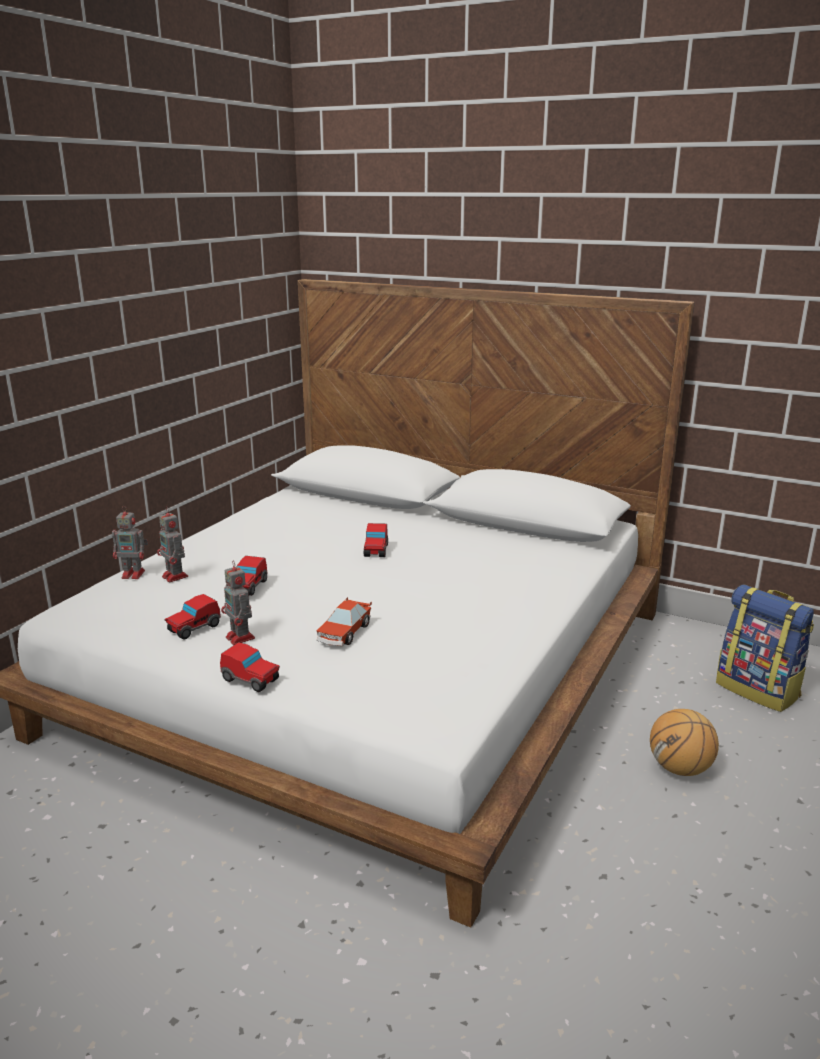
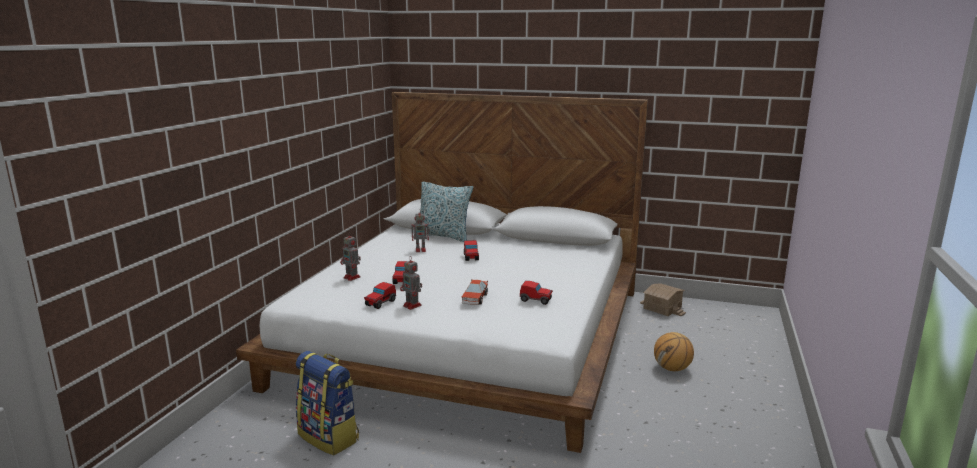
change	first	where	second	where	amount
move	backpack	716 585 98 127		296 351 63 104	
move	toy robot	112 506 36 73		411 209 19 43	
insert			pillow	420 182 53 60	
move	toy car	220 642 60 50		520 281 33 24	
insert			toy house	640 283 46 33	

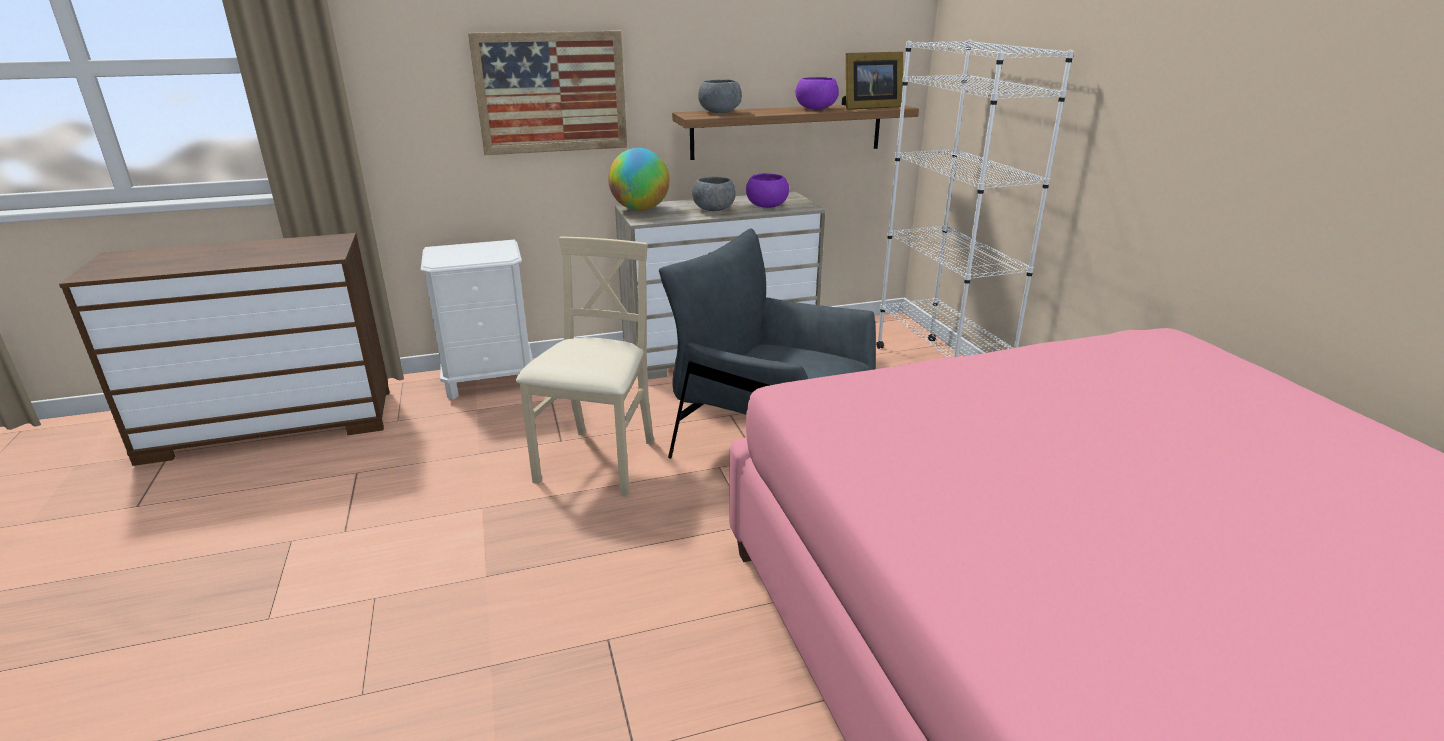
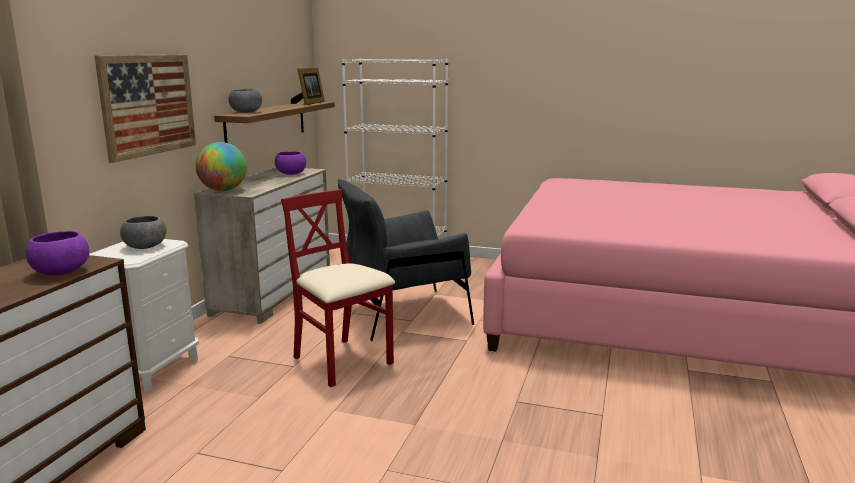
change	first	where	second	where	amount
move	purple bowl	796 77 43 33		26 231 63 45	
move	grey bowl	692 177 44 34		120 216 47 33	
recolor	beige chair	516 237 138 260	red chair	281 189 114 198	

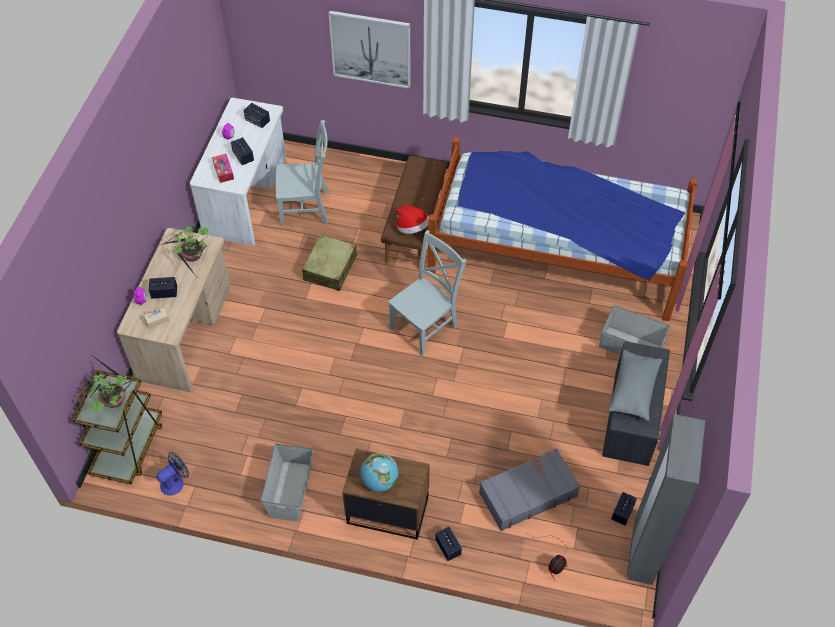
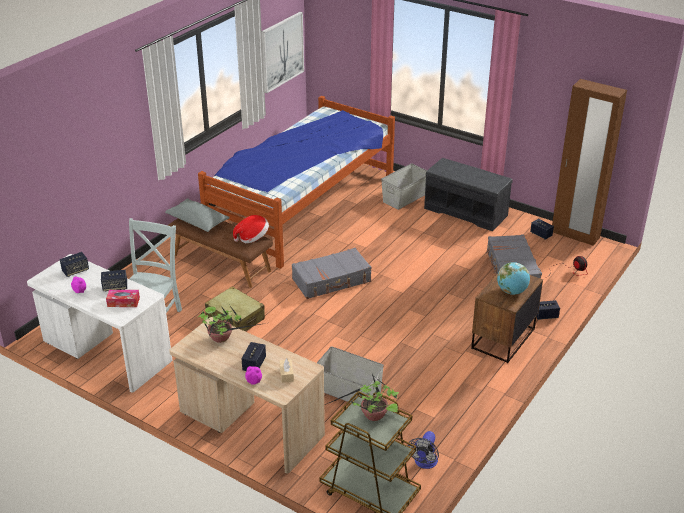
change	first	where	second	where	amount
move	grey pillow	609 350 53 71		165 198 65 34	
move	picture	328 11 83 78		262 12 42 81	
replace	grey chair	388 230 78 126	grey suitcase	292 248 79 51	
move	grey storage box	261 444 52 78		317 347 67 56	
rotate	fan	157 452 32 44		408 431 31 38	135 degrees counterclockwise
recolor	grey wardrobe	627 415 78 170	brown wardrobe	552 79 75 167	

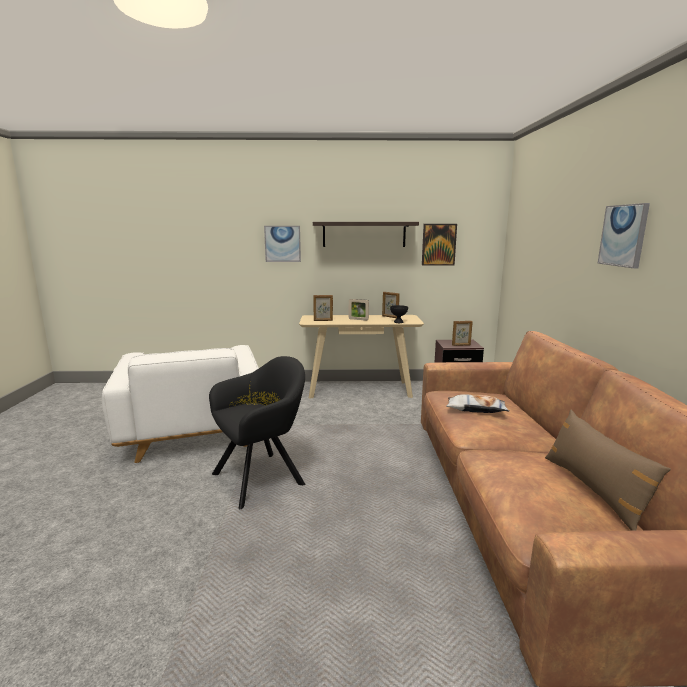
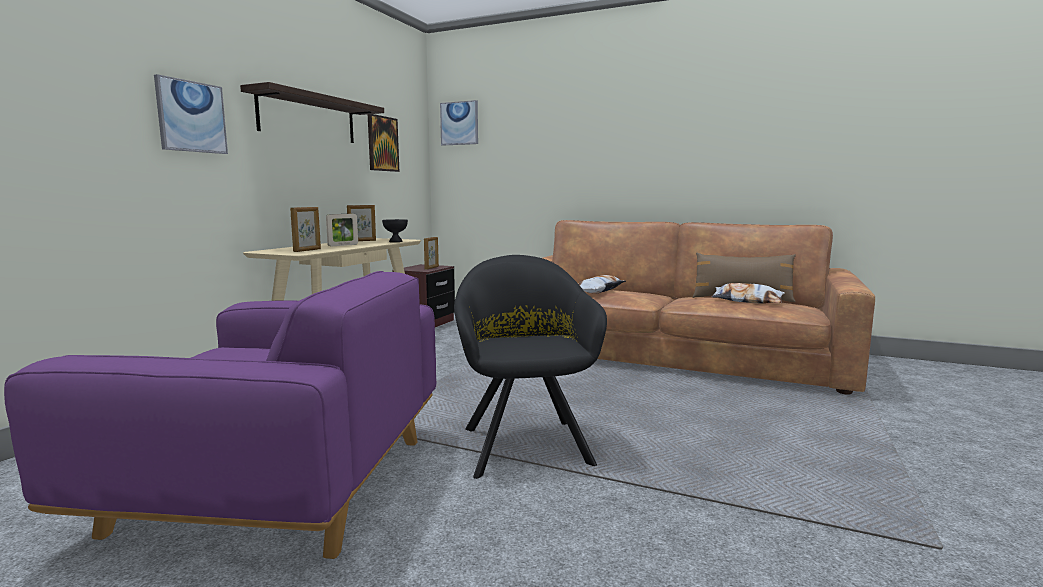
change	first	where	second	where	amount
recolor	white armchair	102 345 157 118	purple armchair	4 271 432 288	
move	picture	598 203 52 66		440 100 38 46	
insert			pillow	712 283 73 21	

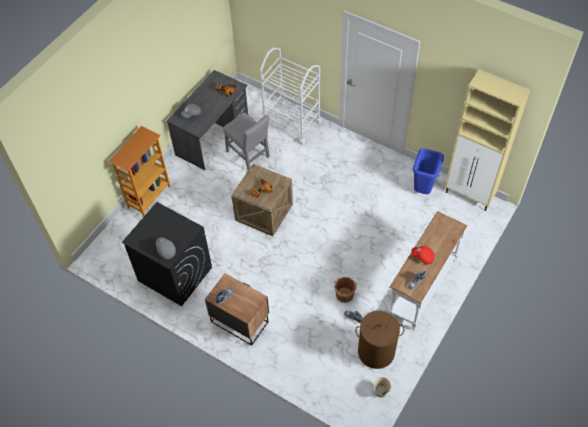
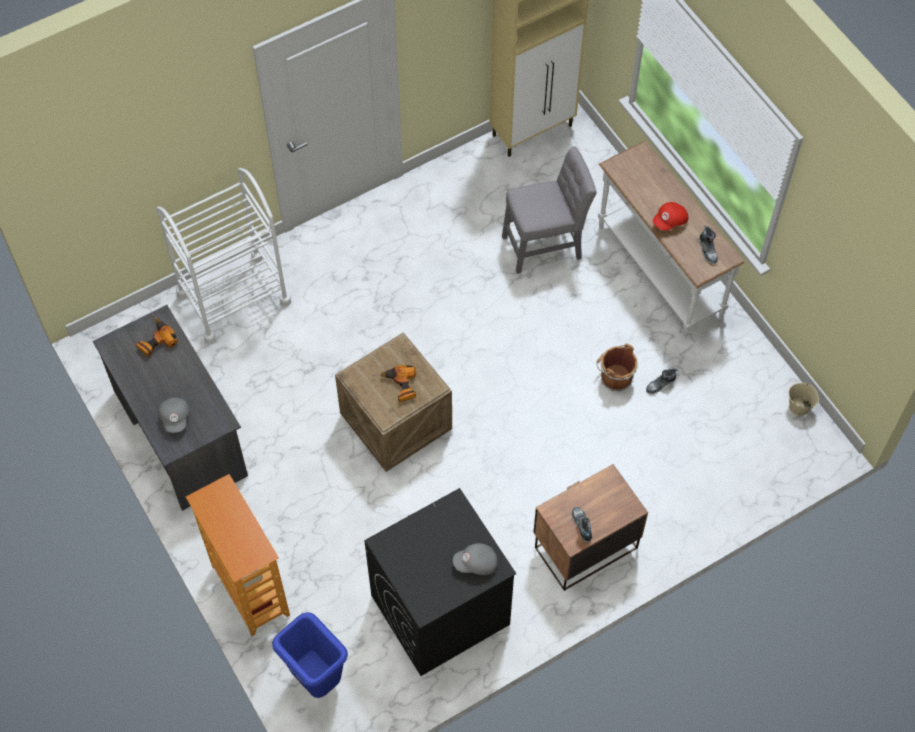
change	first	where	second	where	amount
move	blue trash can	413 148 31 46		272 612 76 86	
move	grey chair	223 112 47 58		502 146 95 128	
delete	brown laundry basket	355 311 49 58			

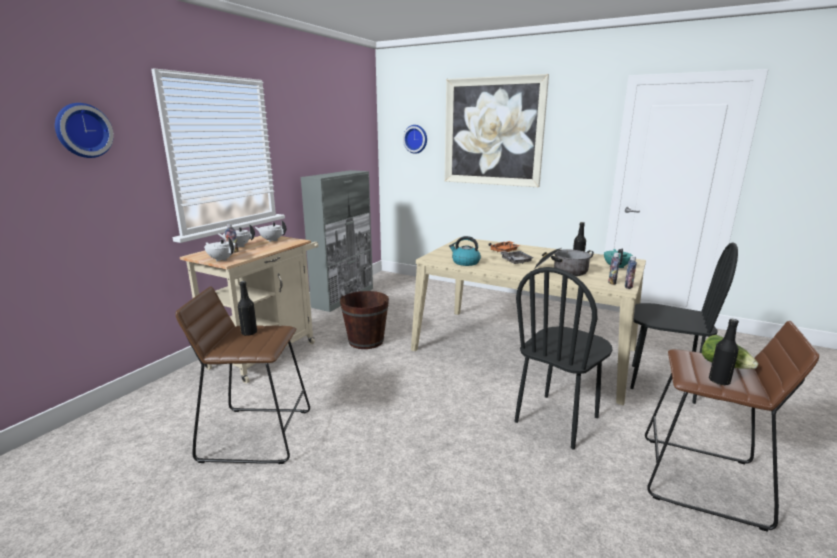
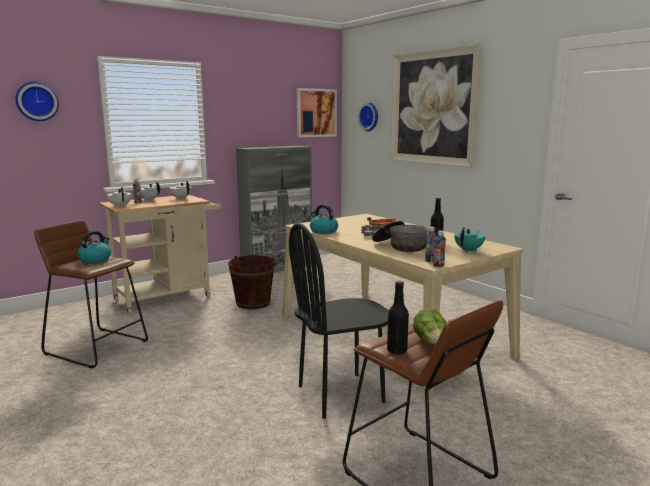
change	first	where	second	where	amount
replace	black bottle	238 281 19 55	kettle	77 231 34 32	
insert			picture	297 88 40 49	
delete	black chair	630 243 108 161			

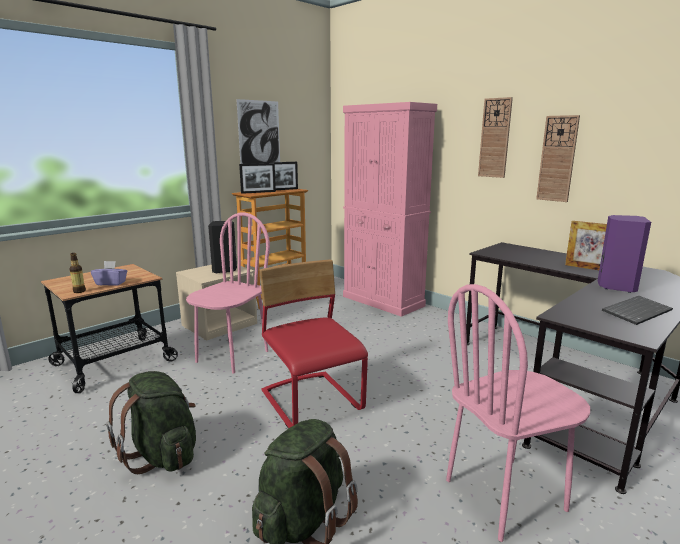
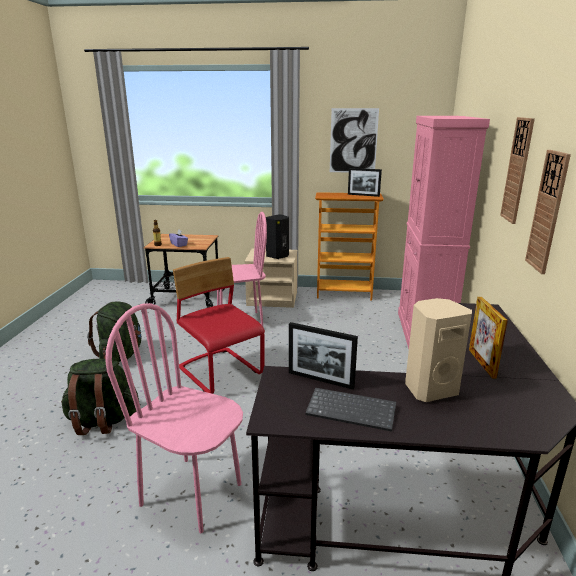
change	first	where	second	where	amount
rotate	red chair	260 260 108 169		173 257 92 137	60 degrees counterclockwise
move	picture frame	239 163 37 31		289 322 69 67	
recolor	purple speaker	598 215 53 78	beige speaker	405 298 67 104	

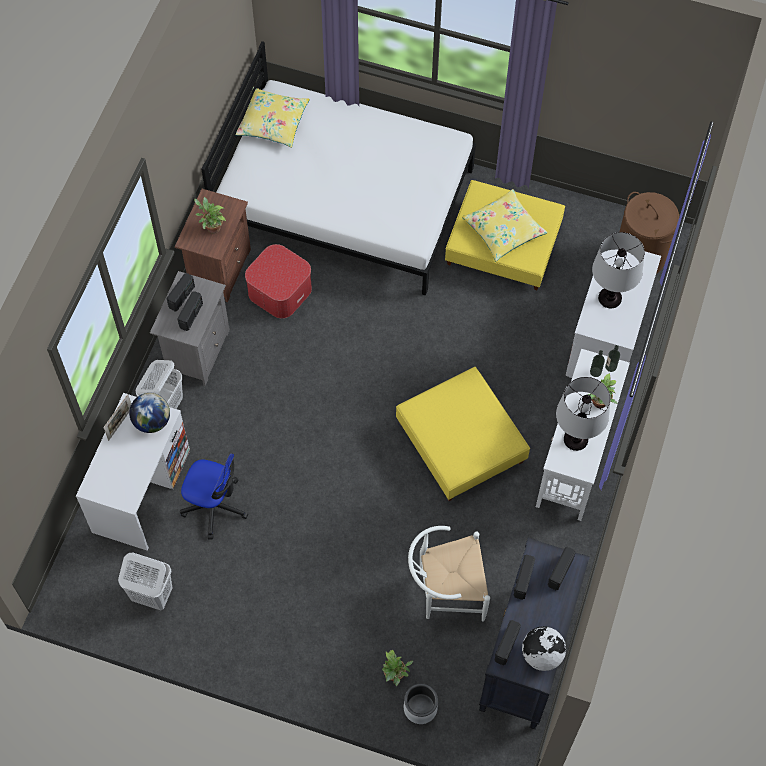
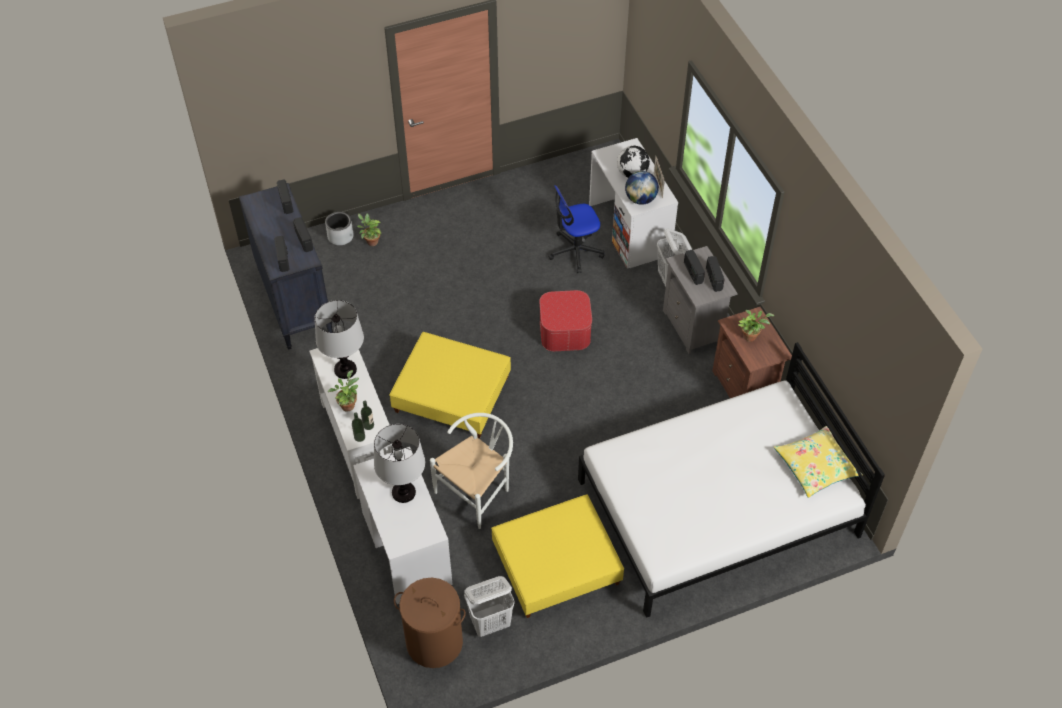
change	first	where	second	where	amount
move	white chair	408 526 82 96		430 413 83 116	
move	white laundry basket	118 553 54 57		464 576 51 61	
move	ottoman	245 244 67 74		539 290 53 61	
move	globe	522 626 44 45		617 145 33 33	
delete	yellow pillow	462 189 85 72			

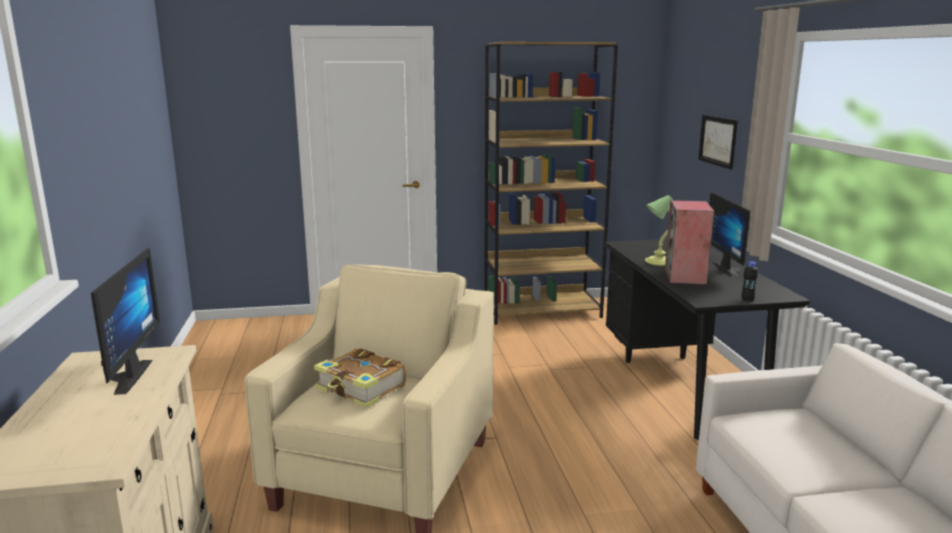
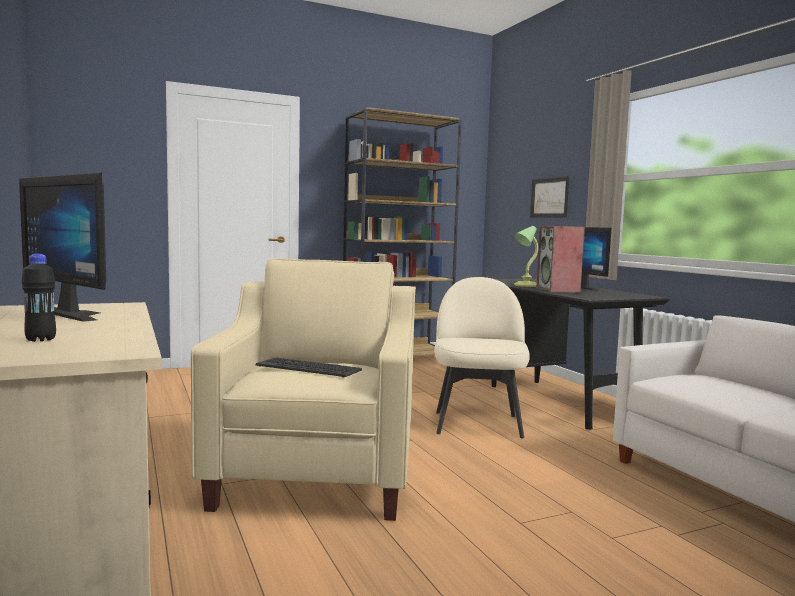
change	first	where	second	where	amount
rotate	monitor	91 248 69 147		19 172 87 150	150 degrees clockwise
move	black bottle	741 261 17 40		21 254 35 88	
replace	book	314 348 92 60	keyboard	255 358 107 20	
insert			beige chair	434 277 96 161	

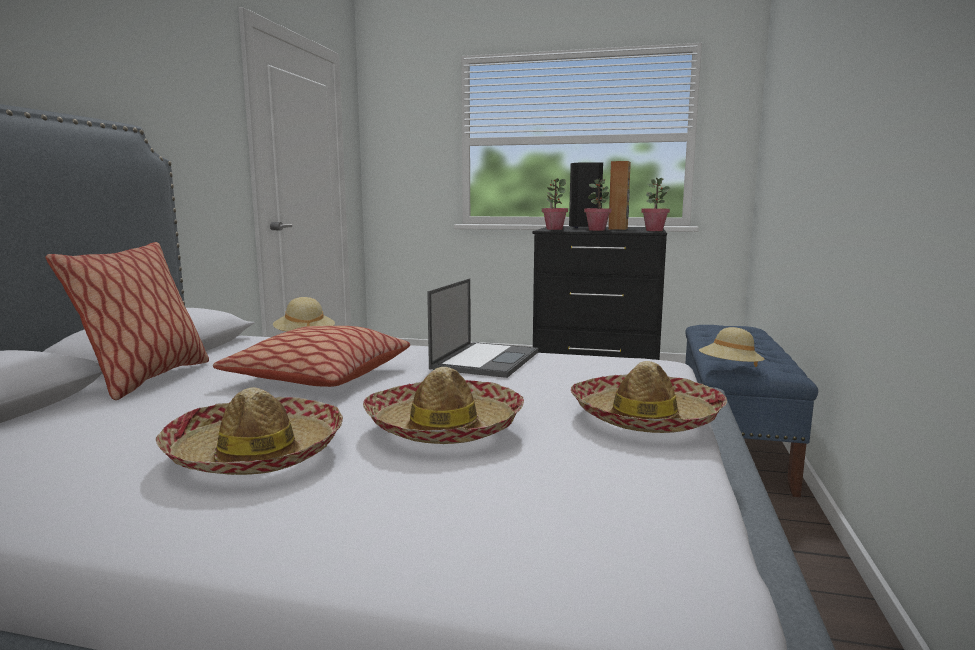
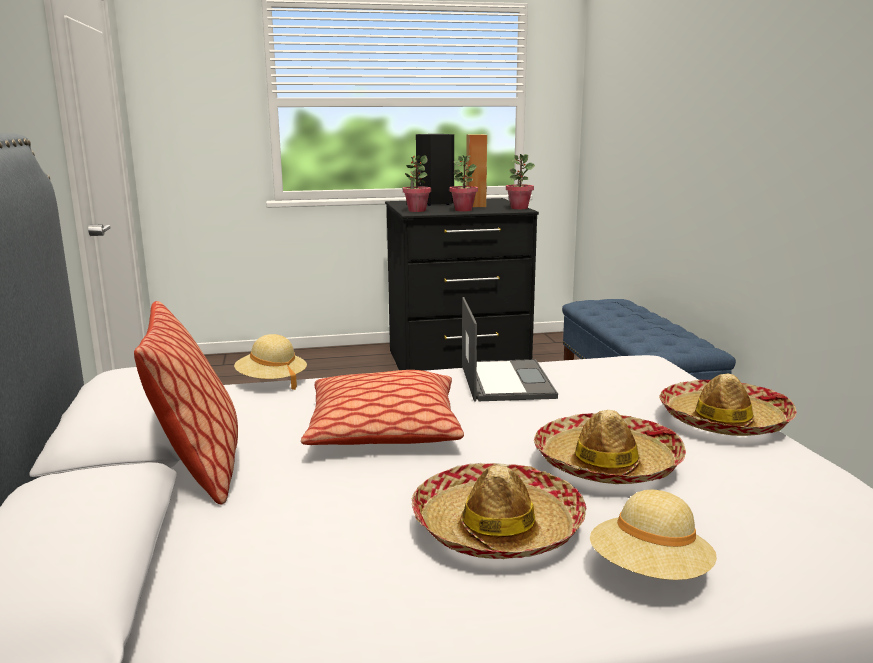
change	first	where	second	where	amount
move	beige hat	699 327 65 40		590 489 127 91	

